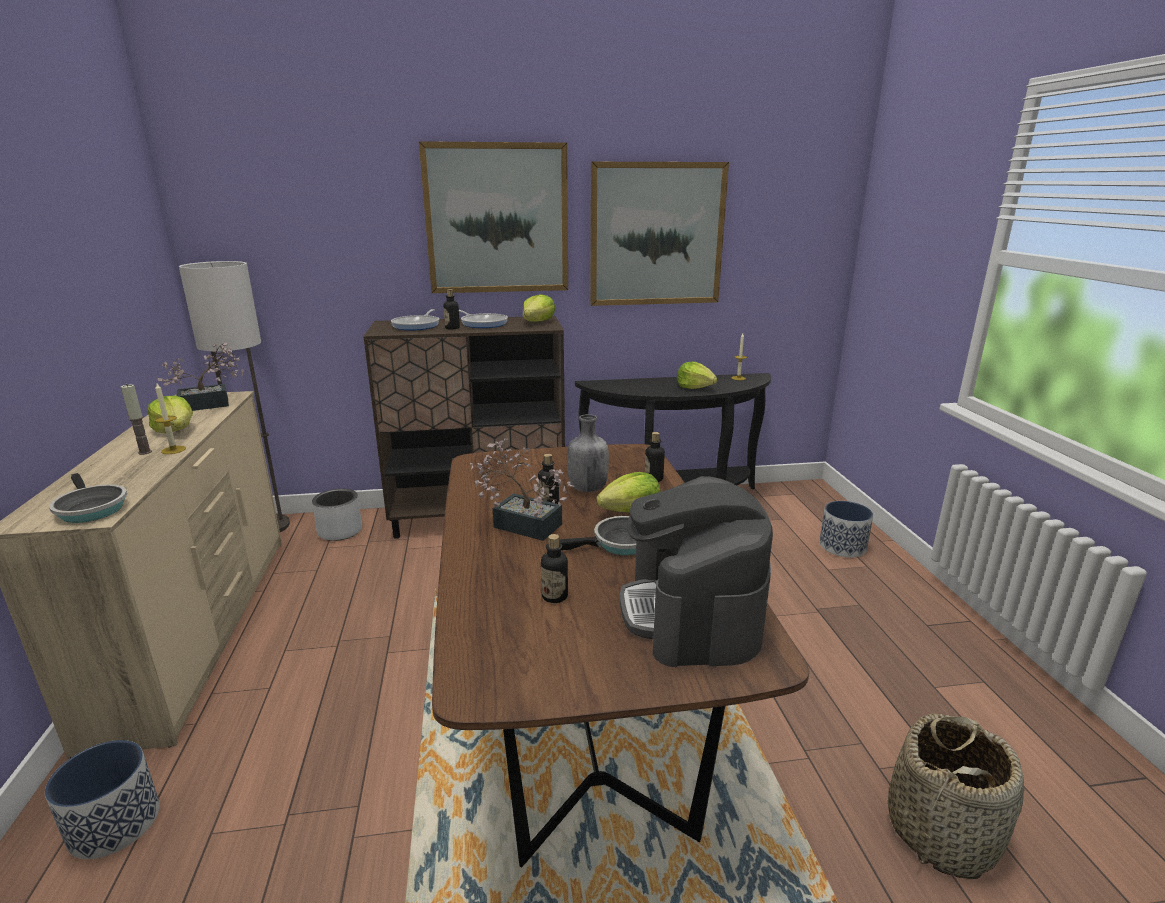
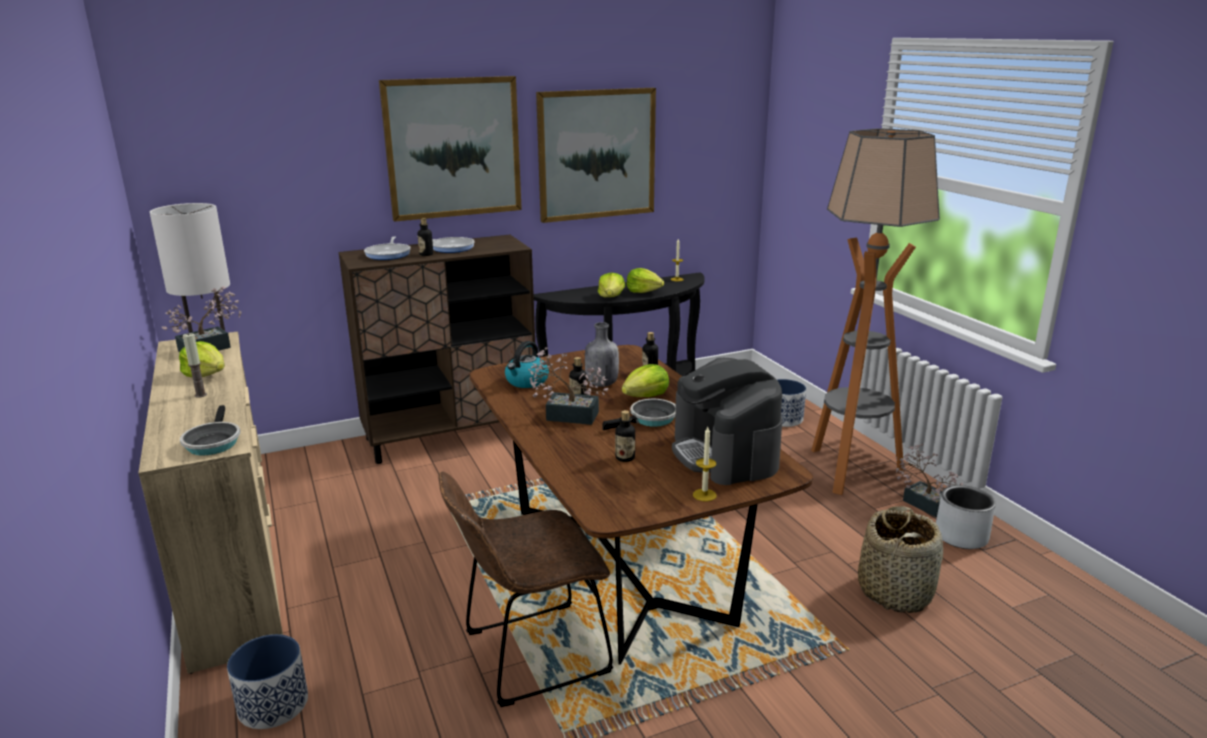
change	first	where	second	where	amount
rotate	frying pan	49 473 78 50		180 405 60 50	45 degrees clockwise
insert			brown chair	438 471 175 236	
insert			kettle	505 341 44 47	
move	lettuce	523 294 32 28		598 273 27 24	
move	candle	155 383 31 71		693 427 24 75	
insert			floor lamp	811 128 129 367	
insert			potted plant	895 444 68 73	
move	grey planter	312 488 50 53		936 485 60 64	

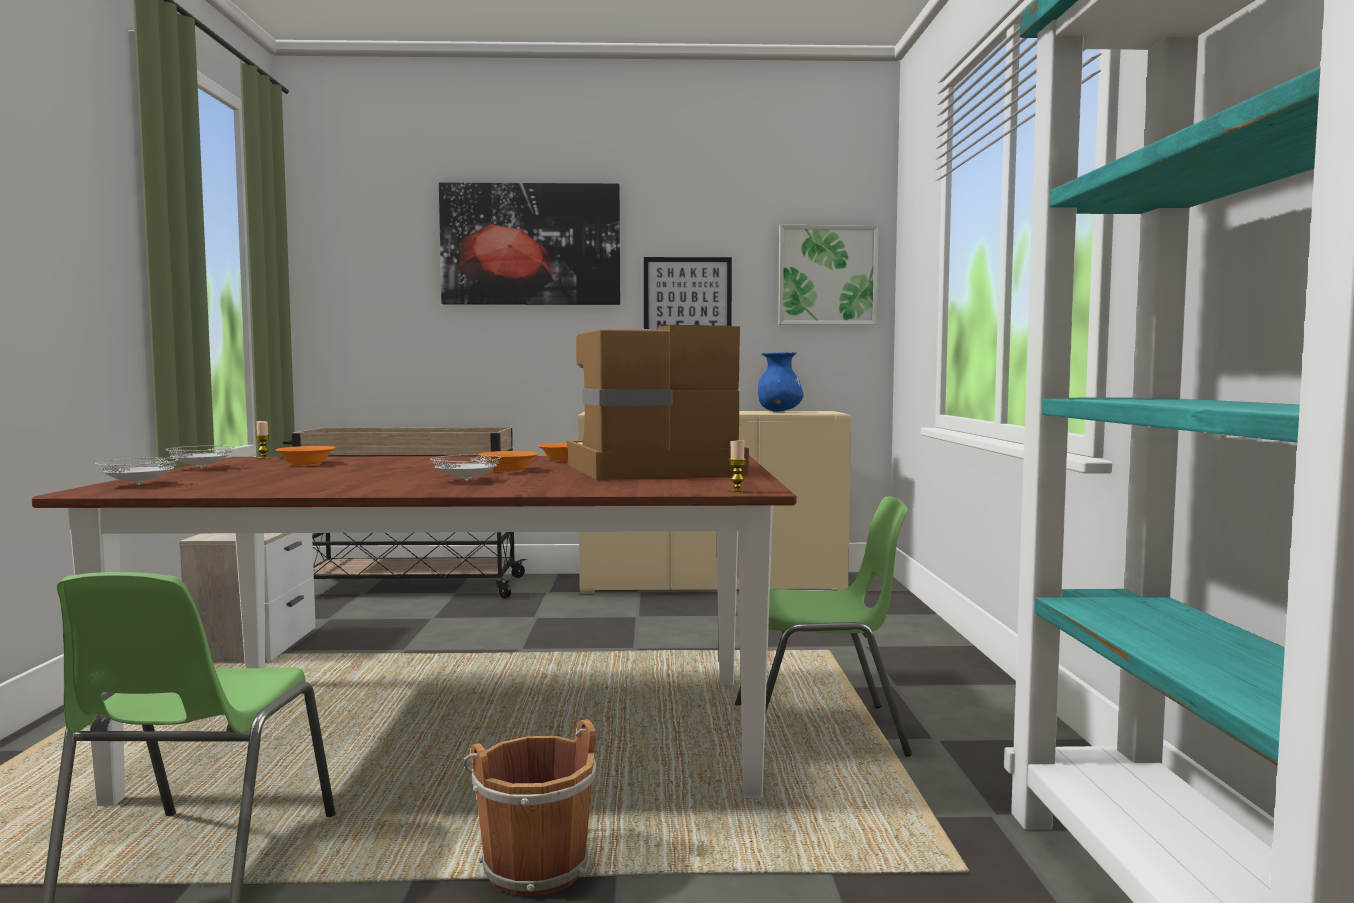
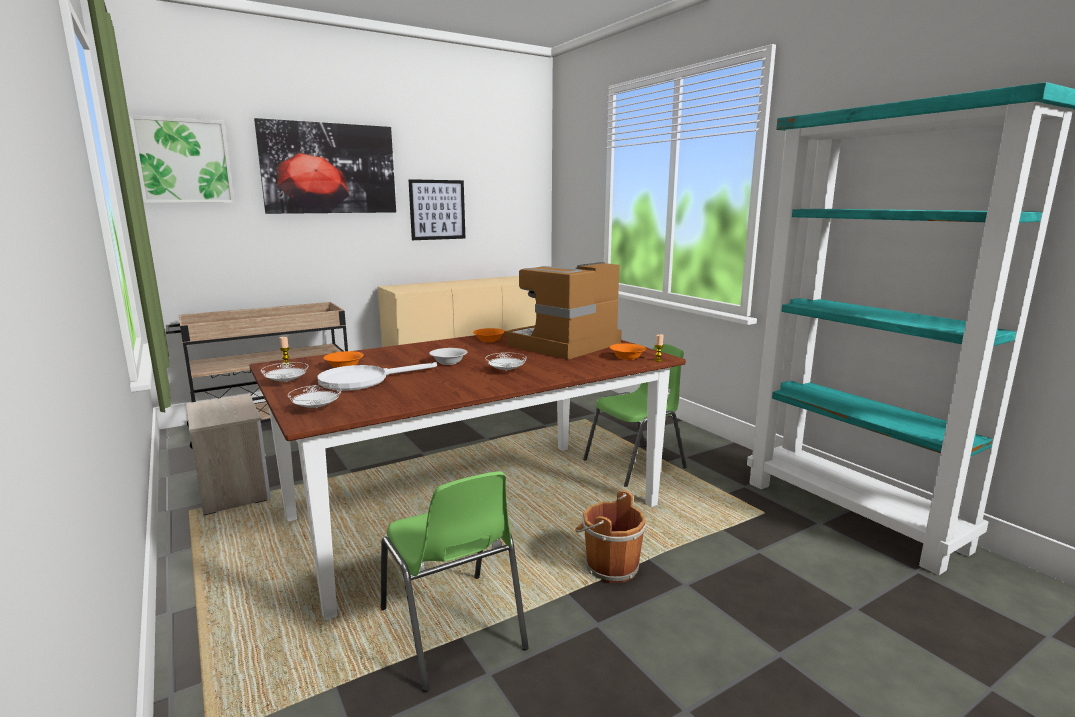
change	first	where	second	where	amount
move	picture	778 225 101 100		129 115 106 88	
insert			white frying pan	318 362 119 29	
insert			white bowl	429 348 38 17	
move	orange bowl	478 451 61 21		610 343 36 17	
delete	blue vase	758 352 46 60			

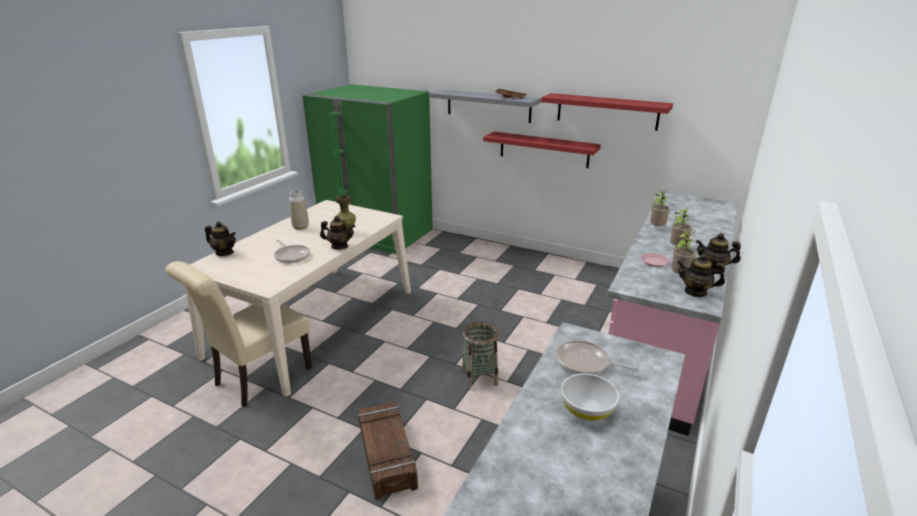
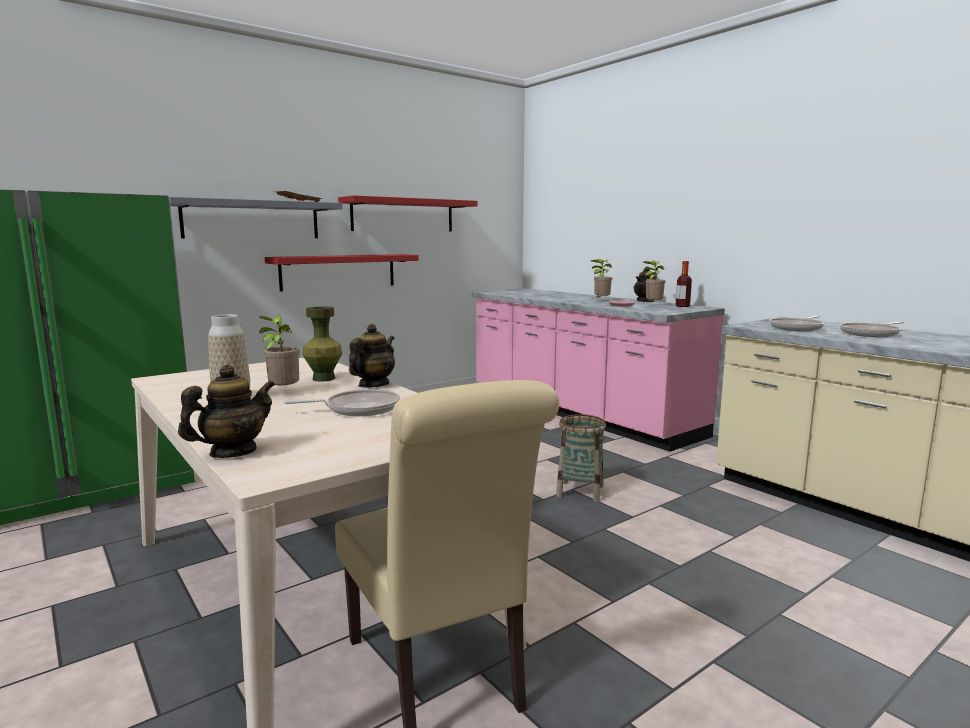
change	first	where	second	where	amount
move	potted plant	650 188 20 38		259 314 41 71	
replace	teapot	677 254 48 43	bottle	676 261 16 46	
replace	white bowl	561 374 58 47	frying pan	840 322 64 15	
delete	crate	358 401 60 99			

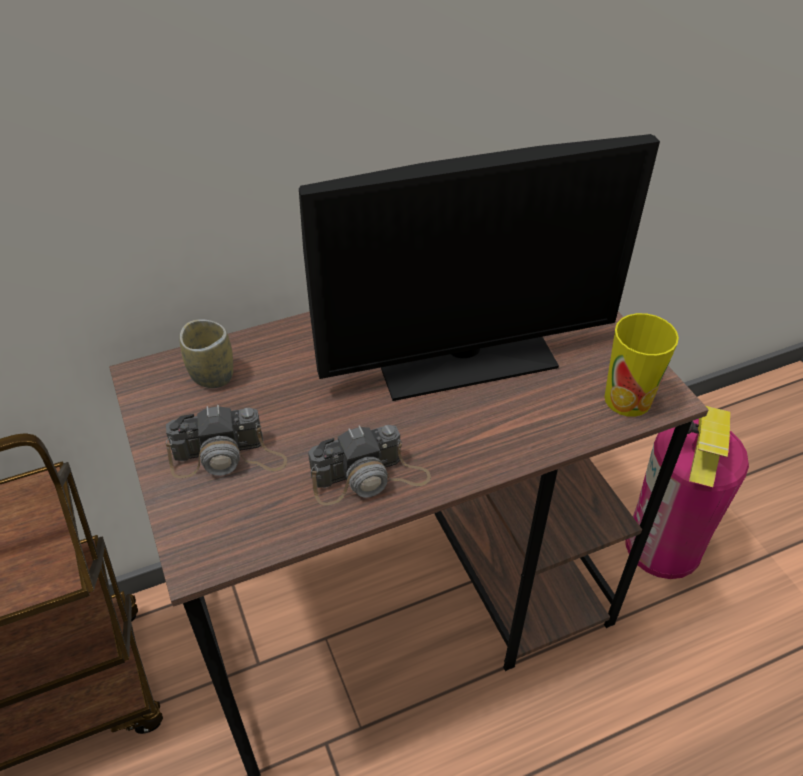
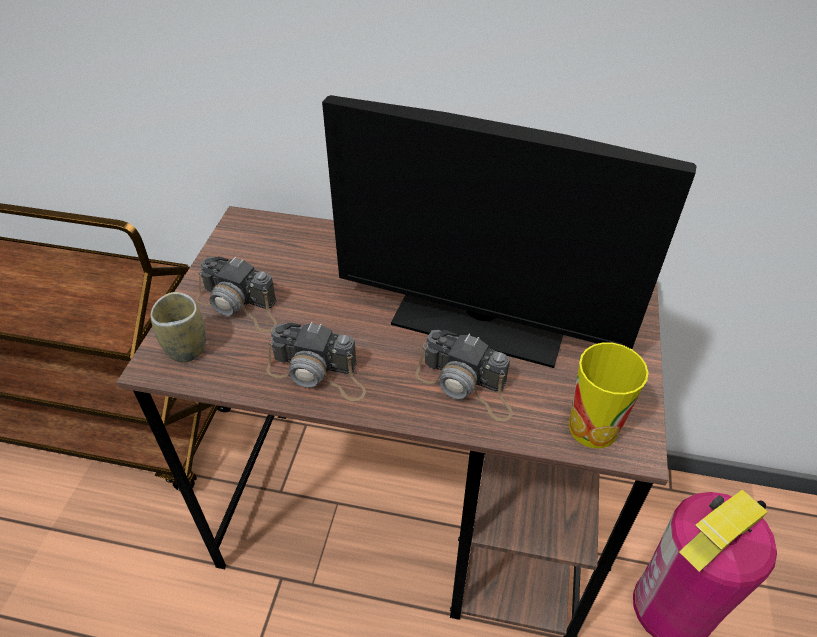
change	first	where	second	where	amount
move	cup	179 319 54 69		151 292 55 70	
insert			photo camera	415 330 98 91	

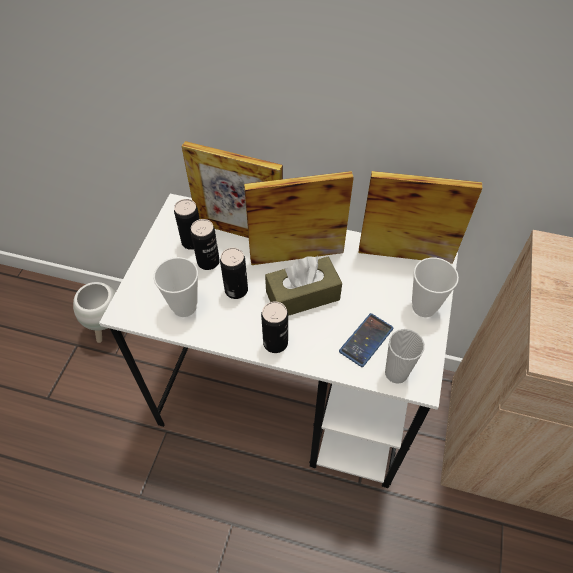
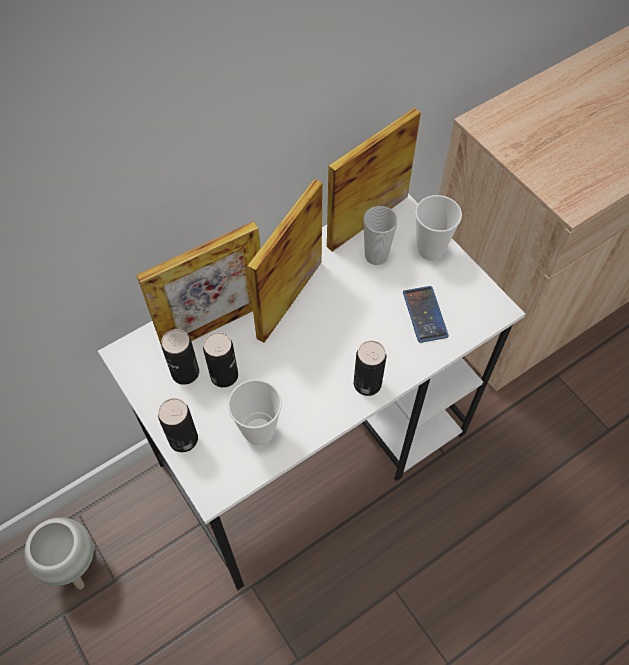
change	first	where	second	where	amount
move	can	220 248 28 51		158 398 40 54	
move	cup	385 329 40 55		363 206 35 59	
delete	brown tissue box	265 256 77 60			

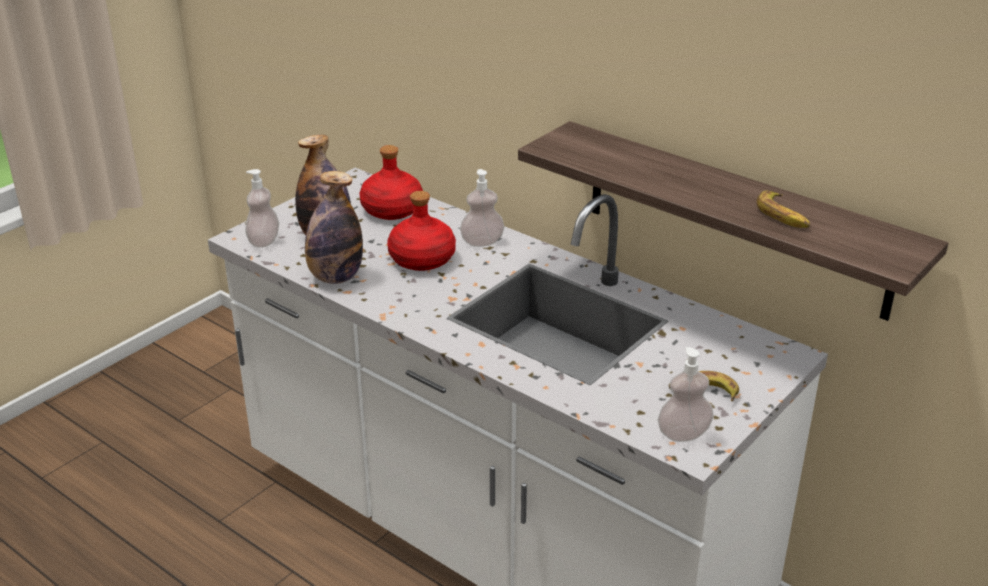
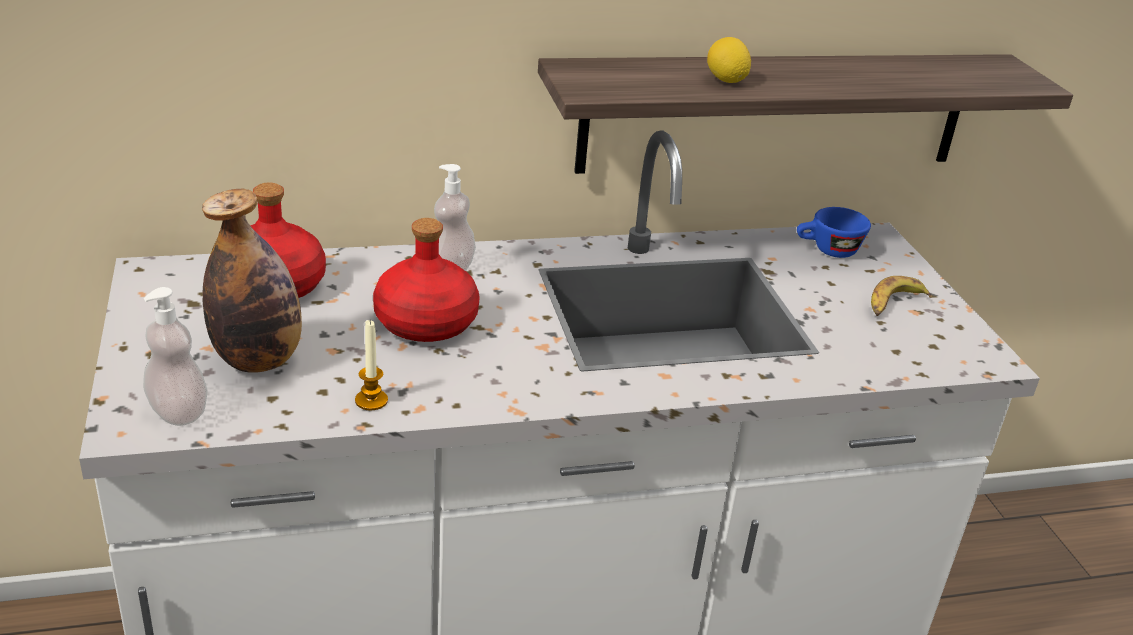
change	first	where	second	where	amount
replace	bottle	305 171 58 113	candle	355 320 33 91	
insert			lemon	707 37 44 46	
insert			blue cup	797 207 74 51	
delete	soap dispenser	658 347 56 95			
delete	banana	757 191 54 37			

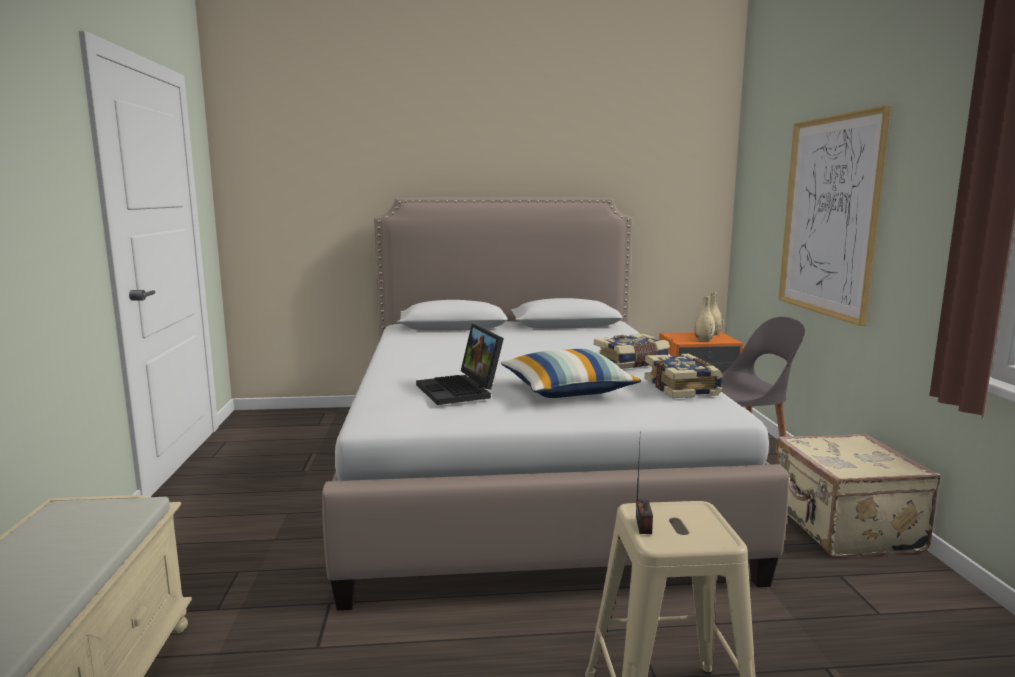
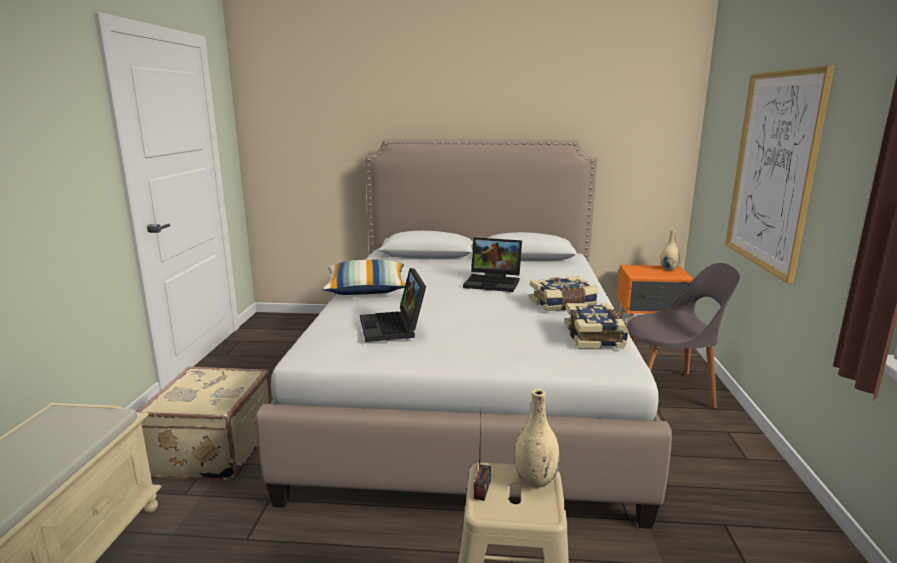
change	first	where	second	where	amount
move	beige suitcase	776 434 164 123		136 366 135 115	
move	pillow	500 349 141 49		323 259 83 36	
insert			laptop	463 237 59 55	
move	beige vase	694 296 21 45		514 389 46 99	

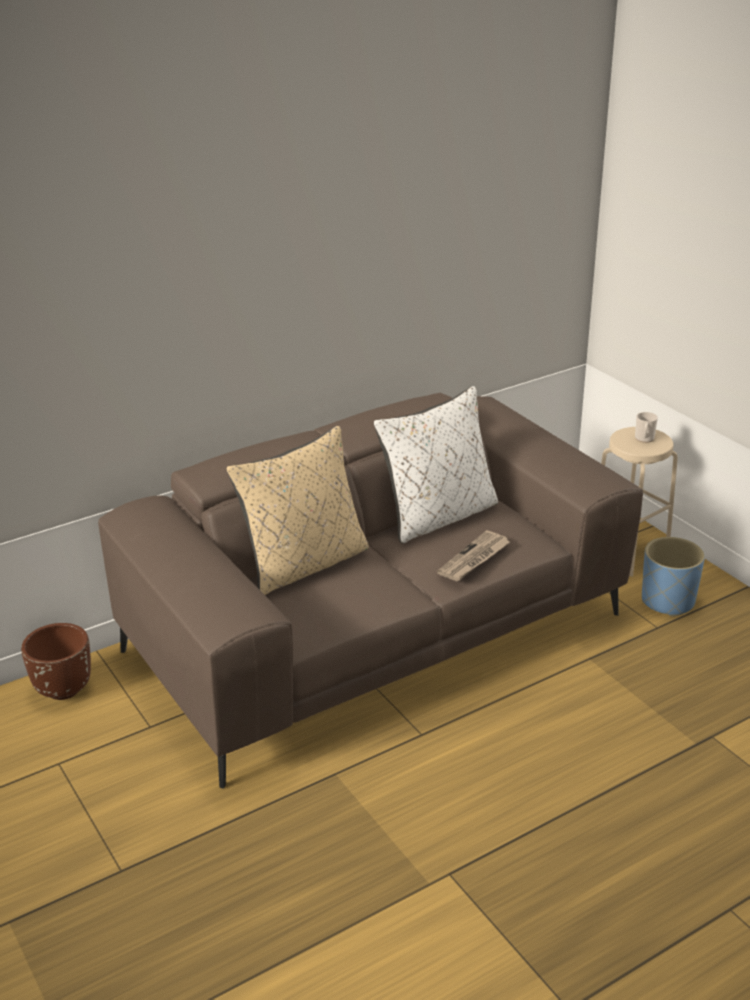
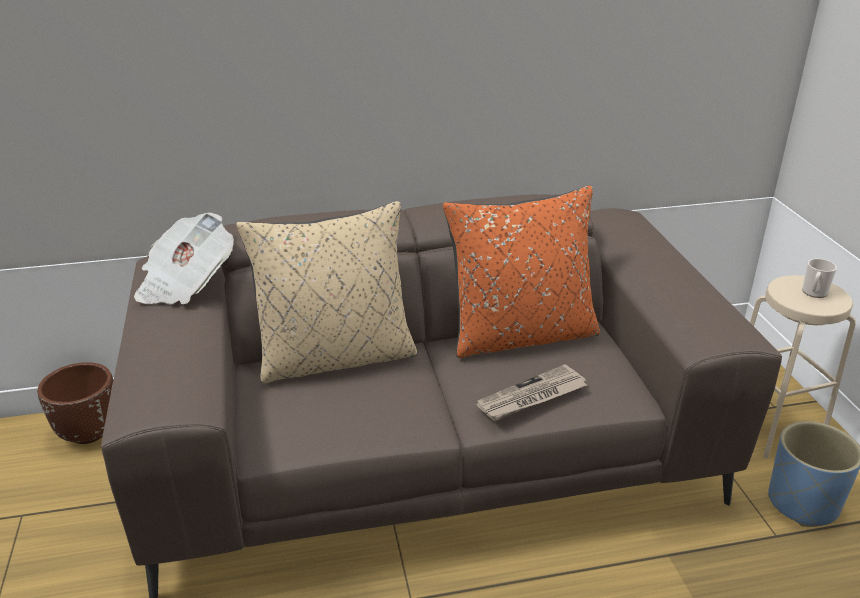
change	first	where	second	where	amount
insert			newspaper	134 212 100 93	
recolor	white pillow	374 386 124 158	orange pillow	443 186 157 172	

